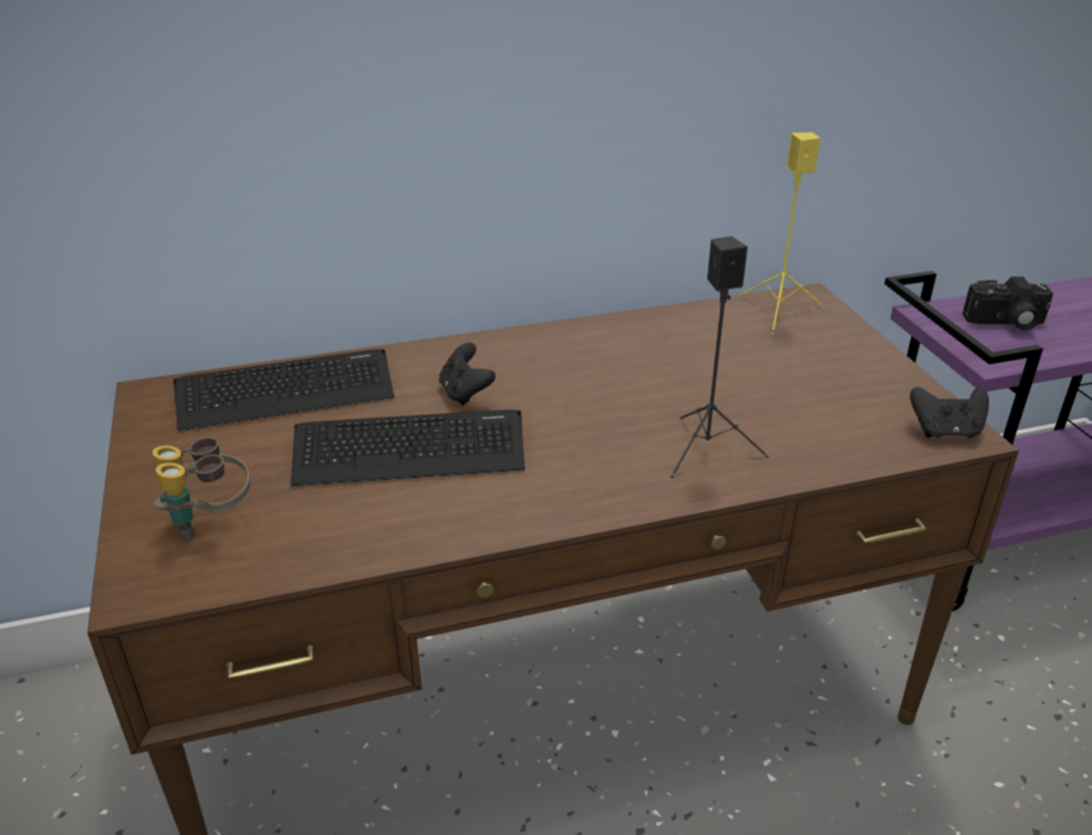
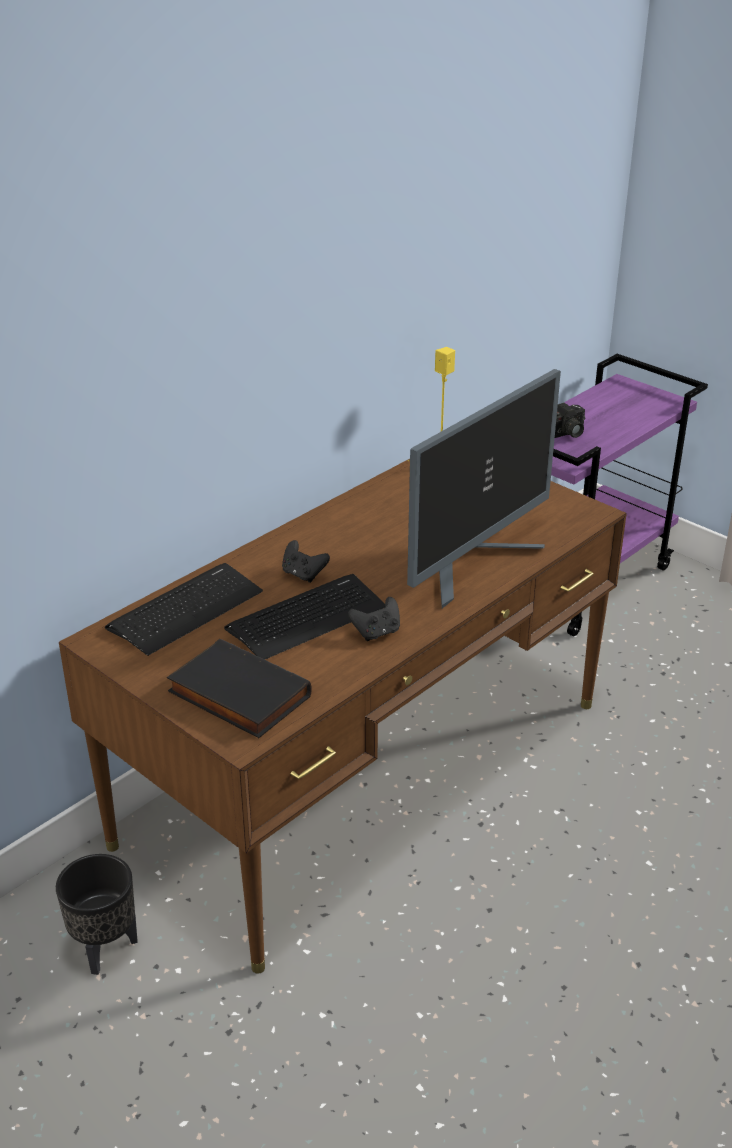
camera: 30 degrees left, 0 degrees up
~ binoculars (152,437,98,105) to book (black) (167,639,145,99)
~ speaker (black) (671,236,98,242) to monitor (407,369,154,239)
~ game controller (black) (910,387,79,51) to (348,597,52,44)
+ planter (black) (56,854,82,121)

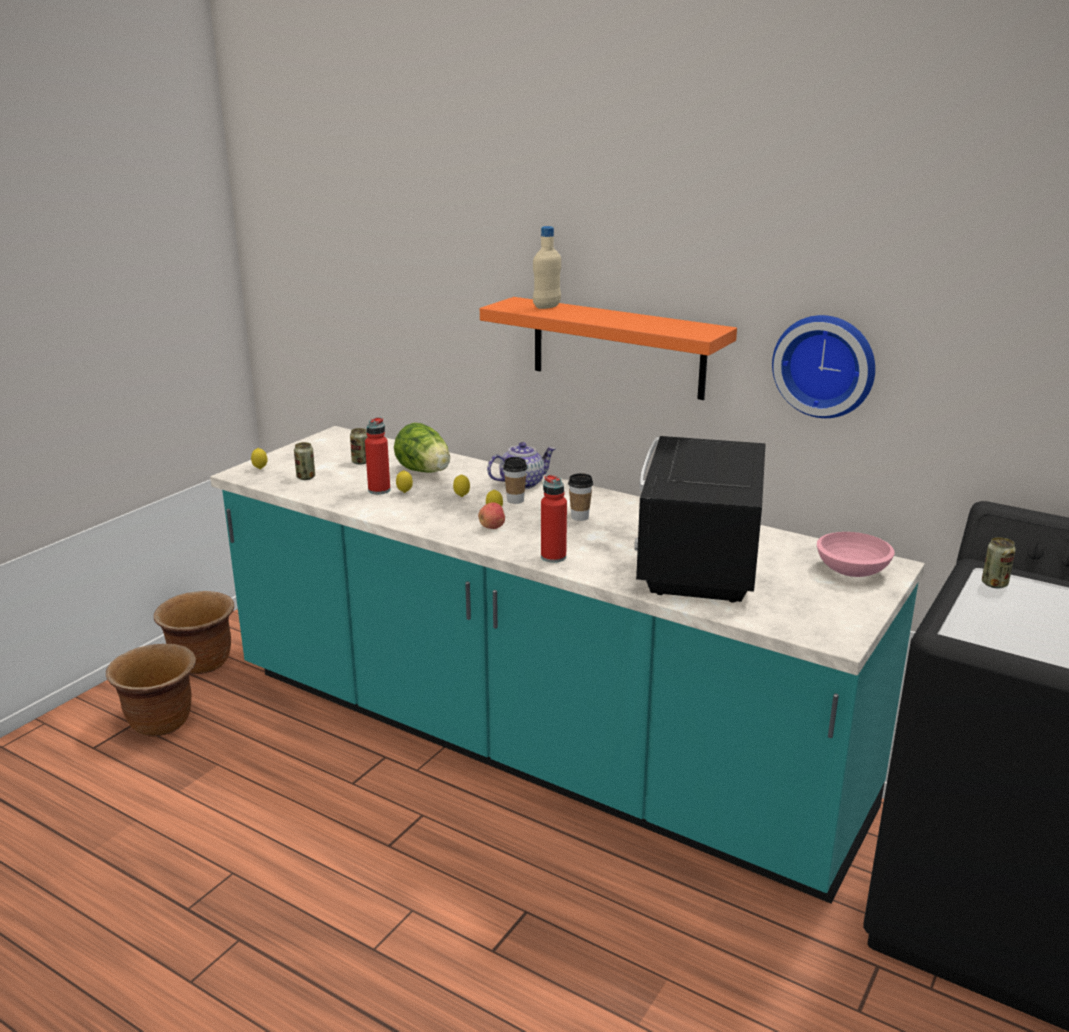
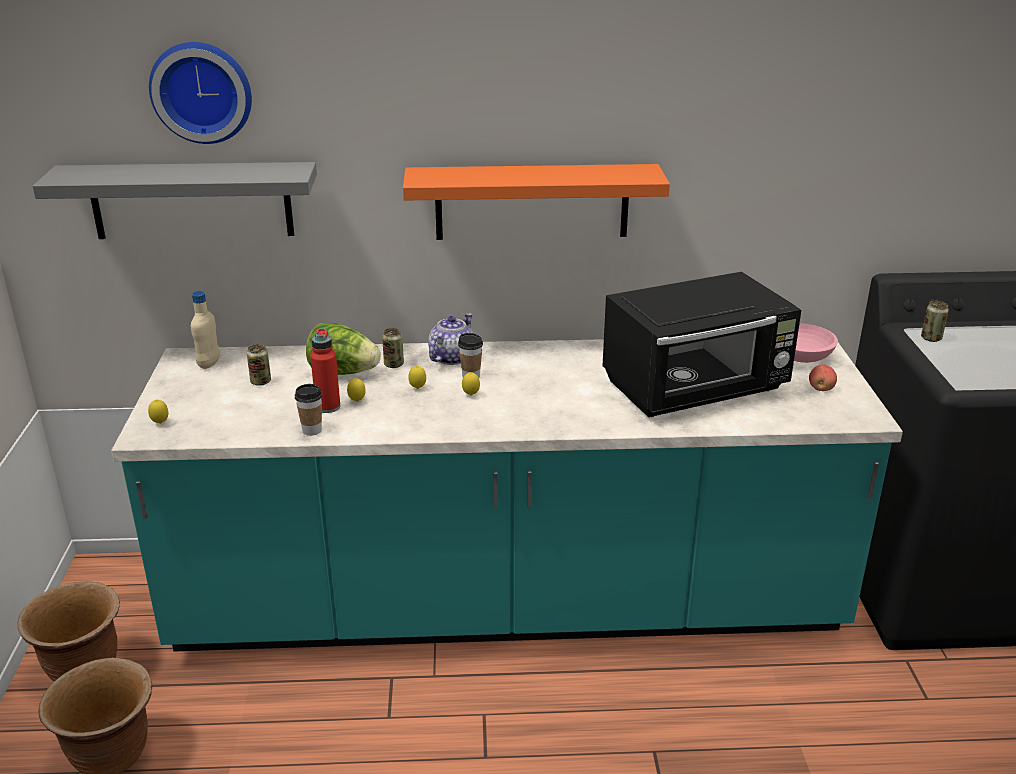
camera: 35 degrees left, 5 degrees up
~ can (294,442,21,38) to (382,328,22,40)
~ apple (478,502,27,27) to (809,365,28,26)
~ bottle (beige) (533,226,28,83) to (191,291,29,78)
- bottle (red) (541,475,26,88)
~ cup (568,473,25,48) to (295,384,27,52)
~ microwave (black) (634,436,132,167) = (603,272,198,145) 90 degrees counterclockwise
~ wall clock (772,315,103,103) to (149,42,103,102)
+ shelf (grey) (33,162,284,77)

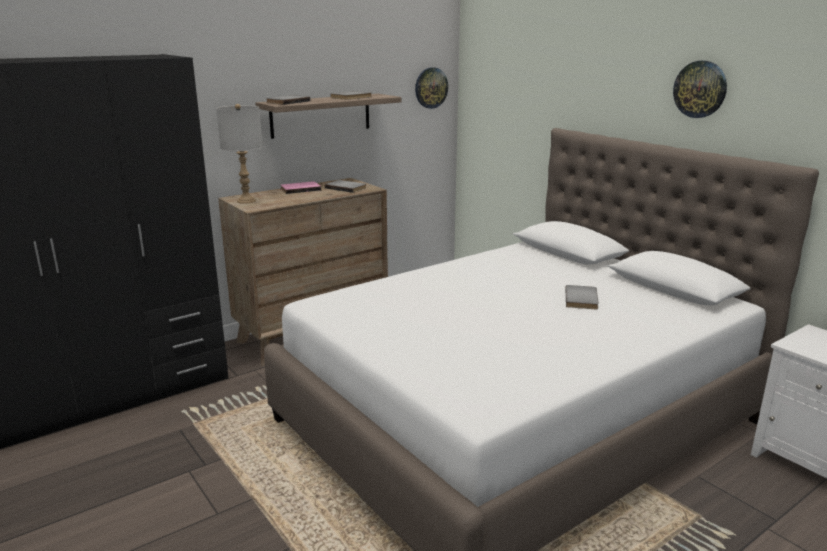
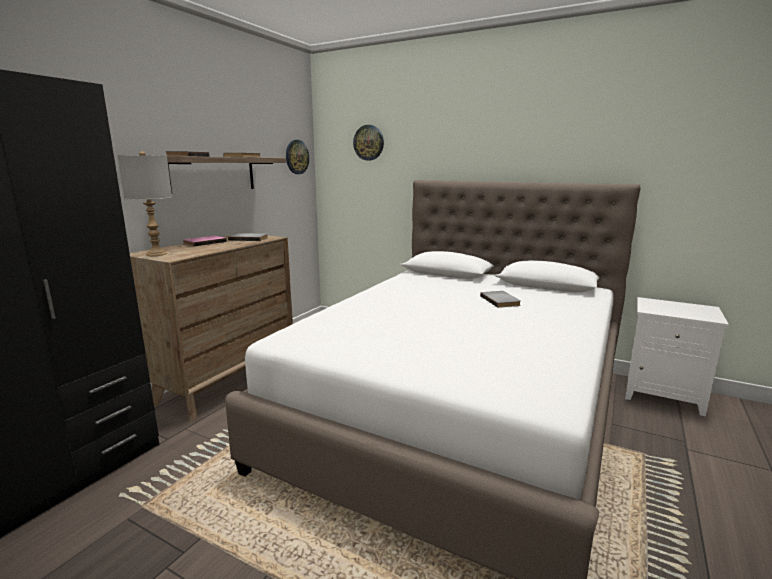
camera: 25 degrees left, 5 degrees down
~ wall clock (673,61,54,57) to (353,125,31,35)

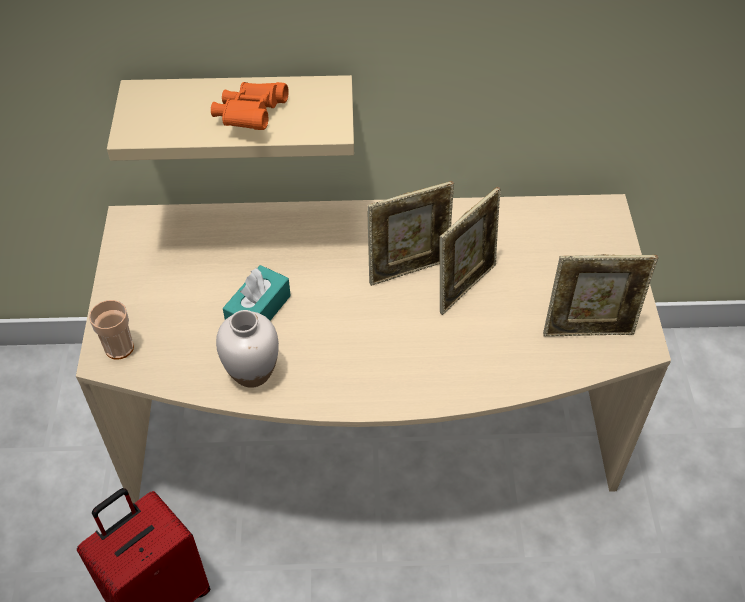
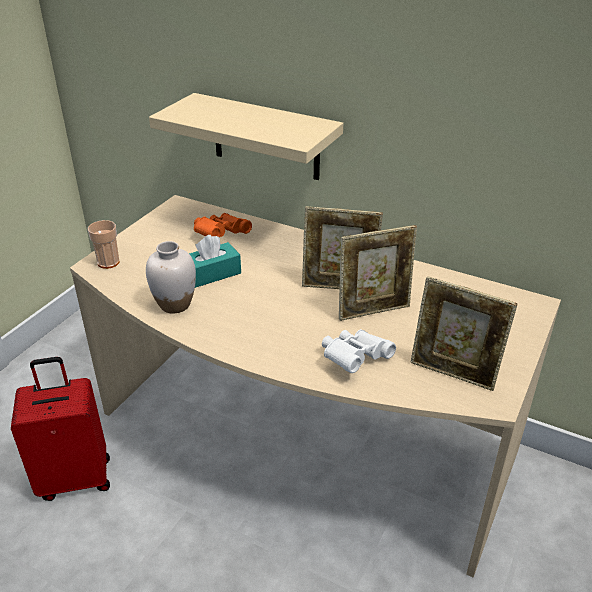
camera: 30 degrees right, 15 degrees down
~ binoculars (orange) (211,82,78,48) to (194,213,58,24)
+ binoculars (white) (322,329,74,44)

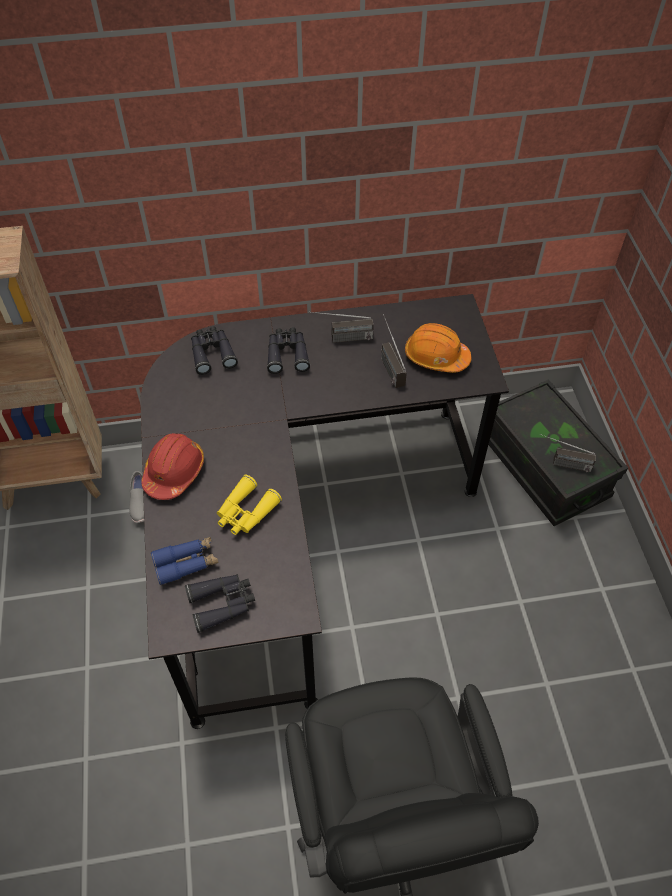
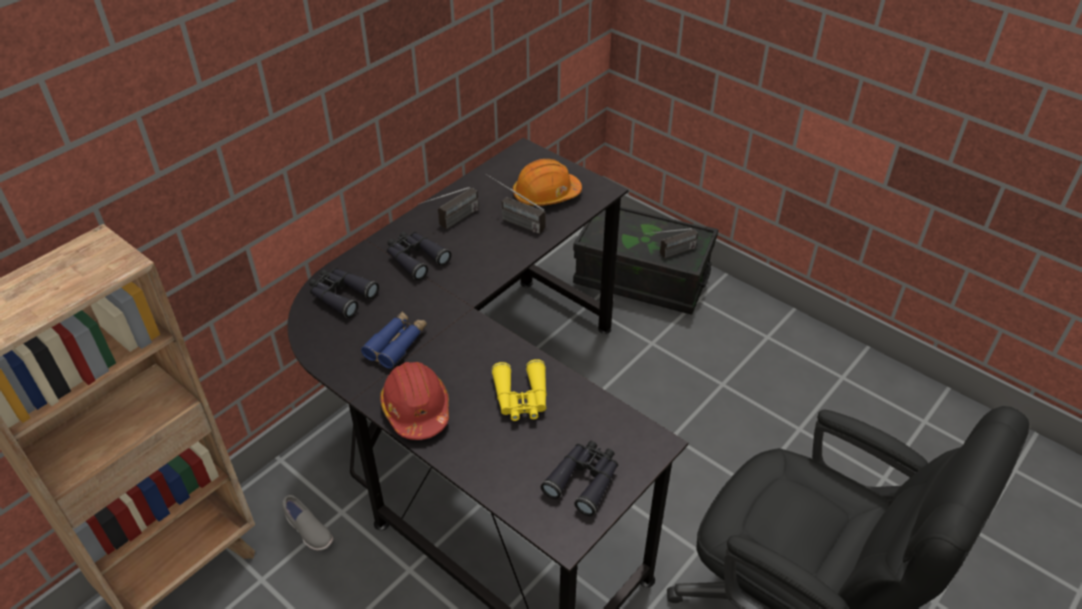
camera: 40 degrees left, 10 degrees down
~ binoculars (blue) (151,537,68,48) to (361,311,66,58)

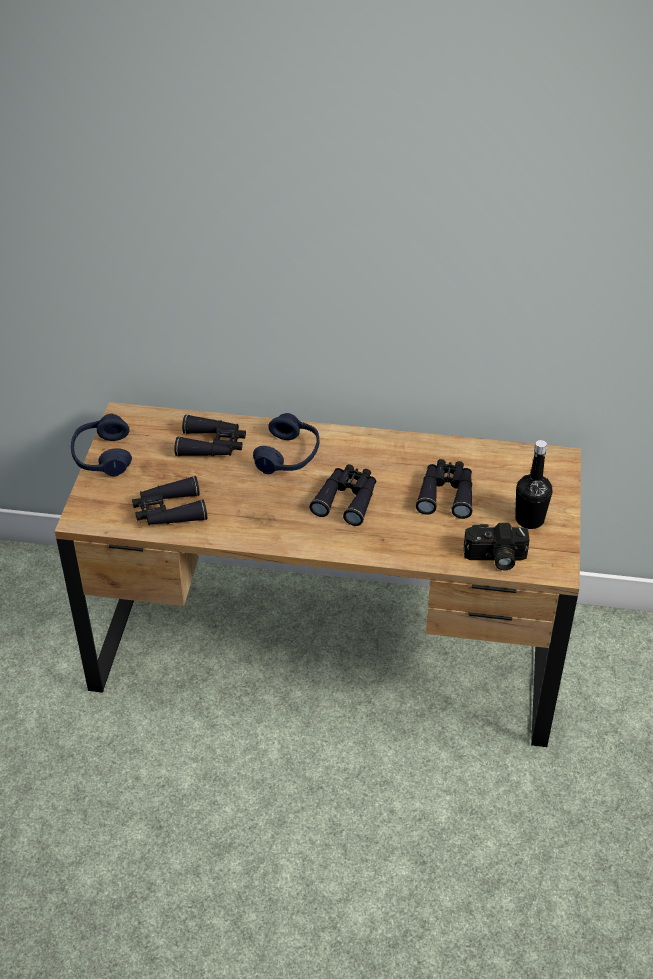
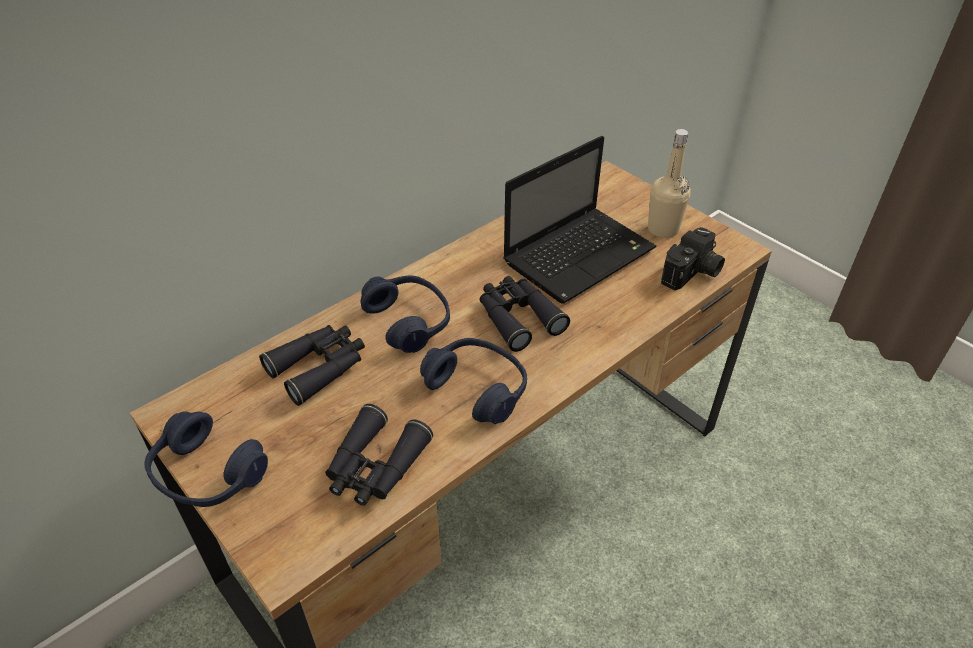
camera: 50 degrees left, 0 degrees up
~ binoculars (black) (416,459,57,60) to laptop (503,136,154,167)
~ bottle (black) (515,440,37,89) to bottle (beige) (648,129,43,109)
+ headphones (blue) (420,338,107,86)

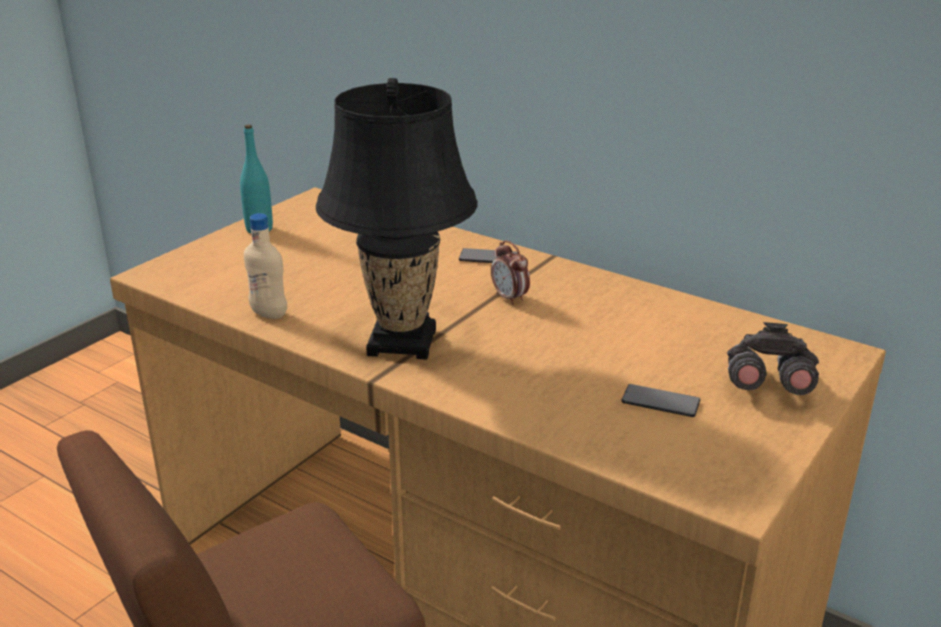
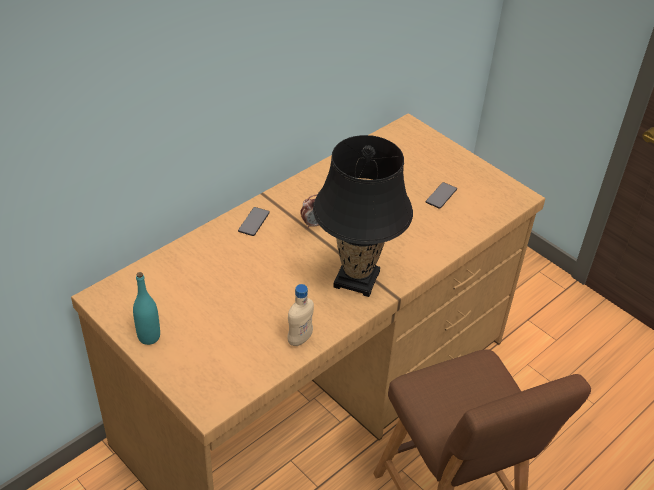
camera: 80 degrees left, 15 degrees up
- binoculars (grey) (727,322,92,73)

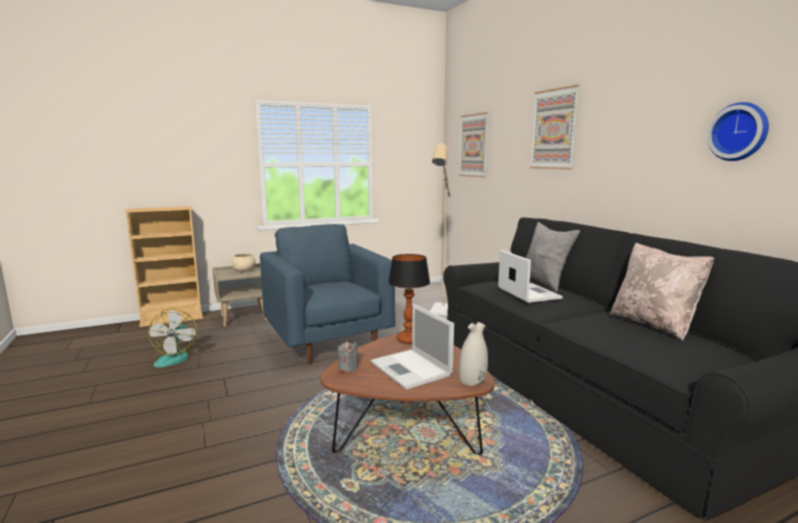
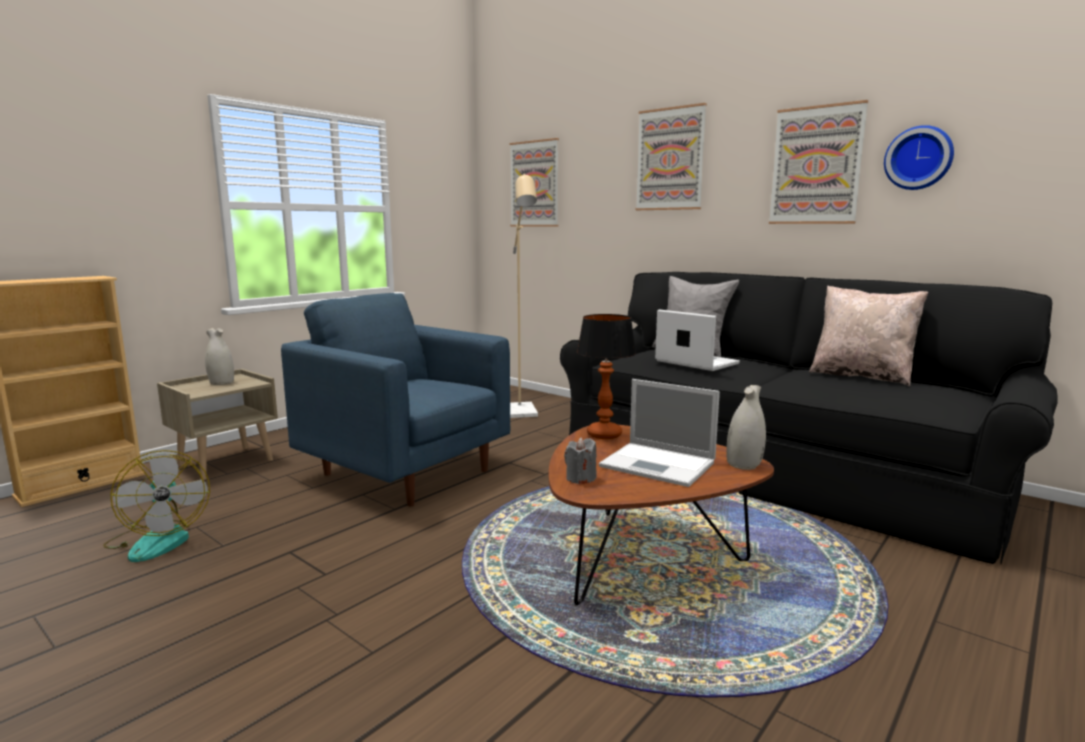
camera: 25 degrees left, 0 degrees up
~ bowl (beige) (232,254,24,18) to vase (white) (205,328,29,57)
+ picture (769,100,99,124)

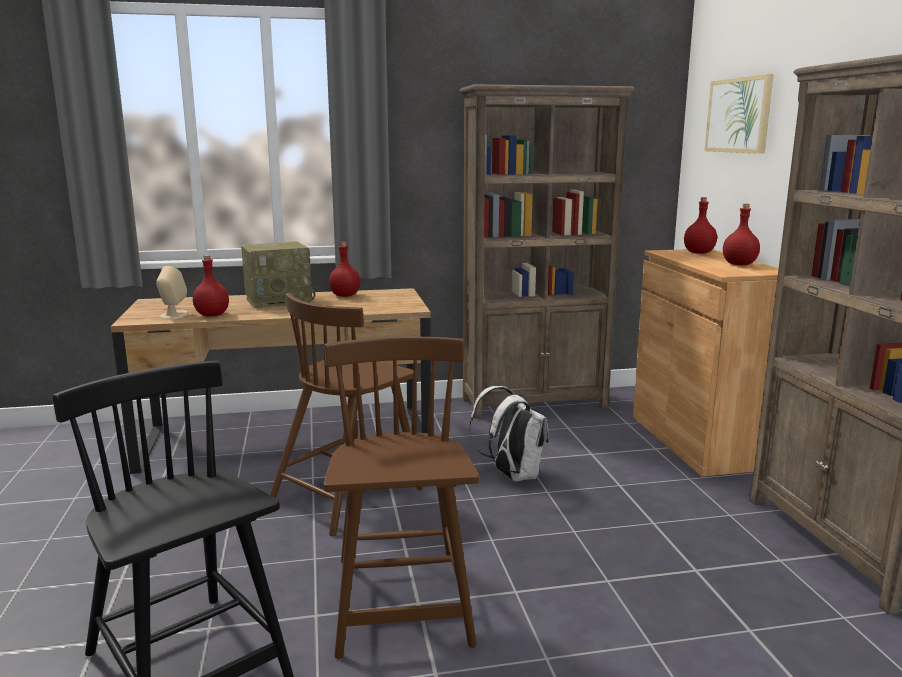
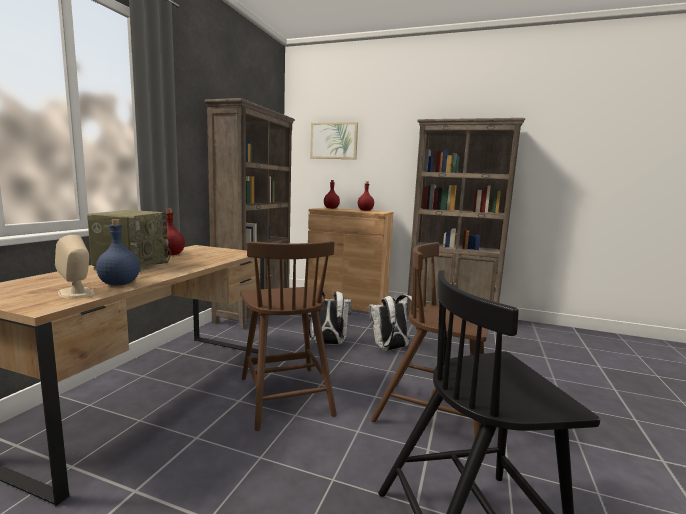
camera: 60 degrees left, 5 degrees down
~ bottle (red) (193,255,36,62) to bottle (blue) (96,219,44,67)
+ backpack (white) (369,295,43,56)

